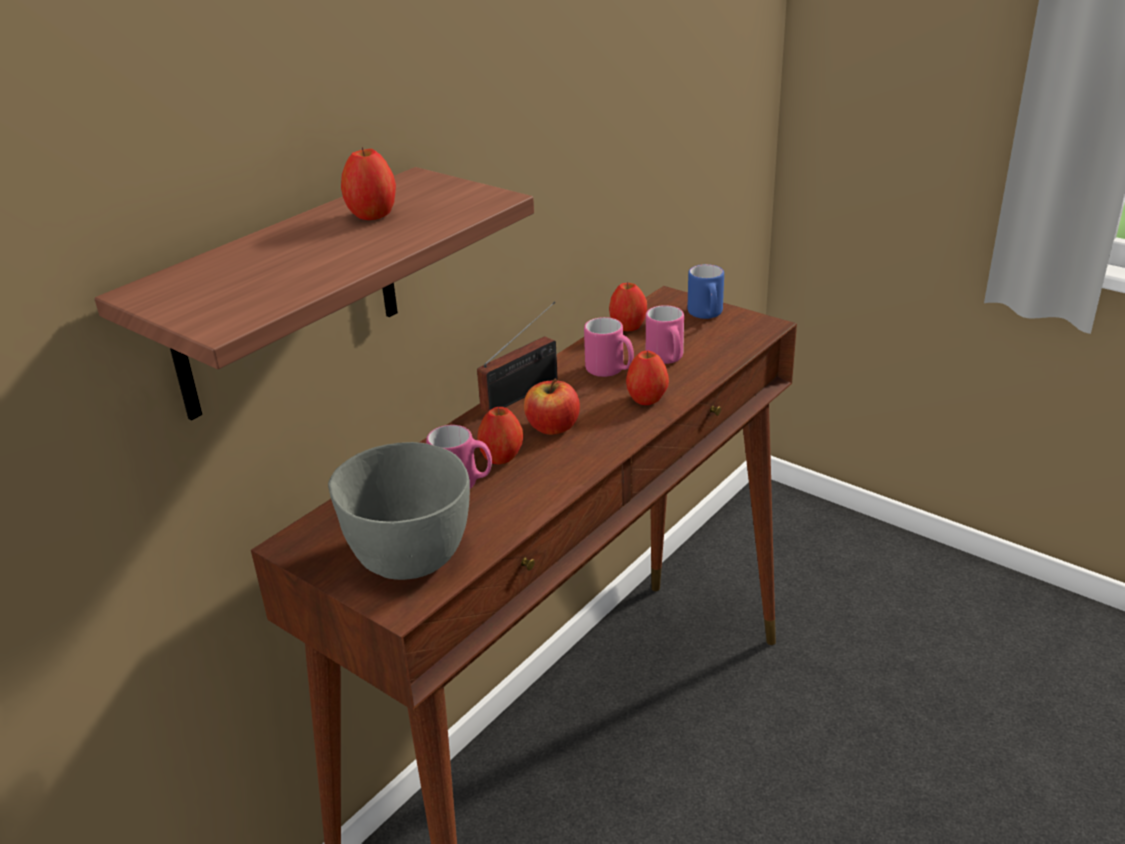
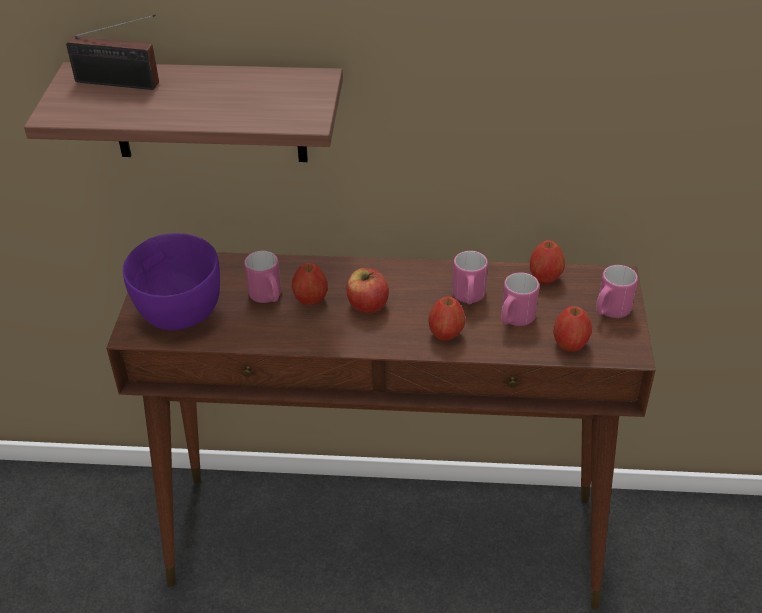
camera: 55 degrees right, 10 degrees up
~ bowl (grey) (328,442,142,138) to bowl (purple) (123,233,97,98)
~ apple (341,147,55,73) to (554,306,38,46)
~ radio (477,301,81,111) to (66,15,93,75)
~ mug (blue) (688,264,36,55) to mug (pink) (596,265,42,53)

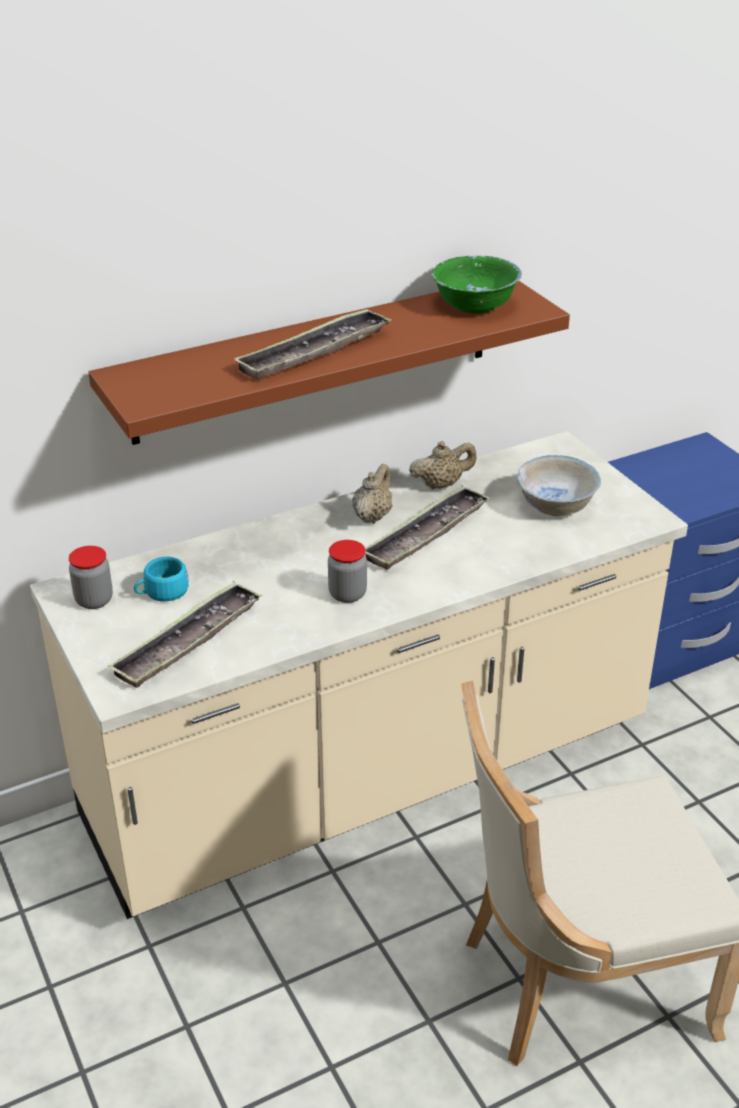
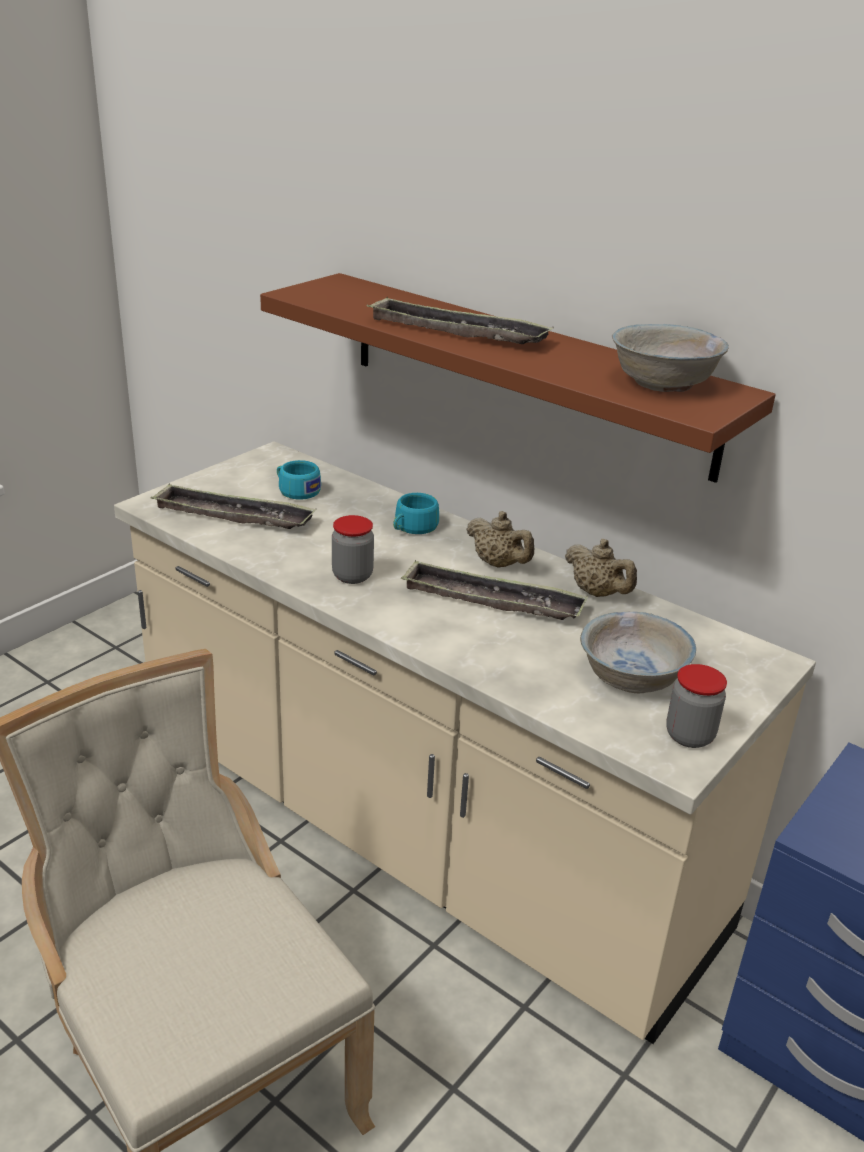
camera: 65 degrees right, 5 degrees down
~ jar (69,546,44,63) to (666,664,61,84)
~ teapot (beige) (352,464,41,60) = (466,511,68,57) 45 degrees clockwise
~ bowl (green) (432,256,90,58) to bowl (white) (612,324,117,68)
+ cup (turquoise) (393,493,46,41)

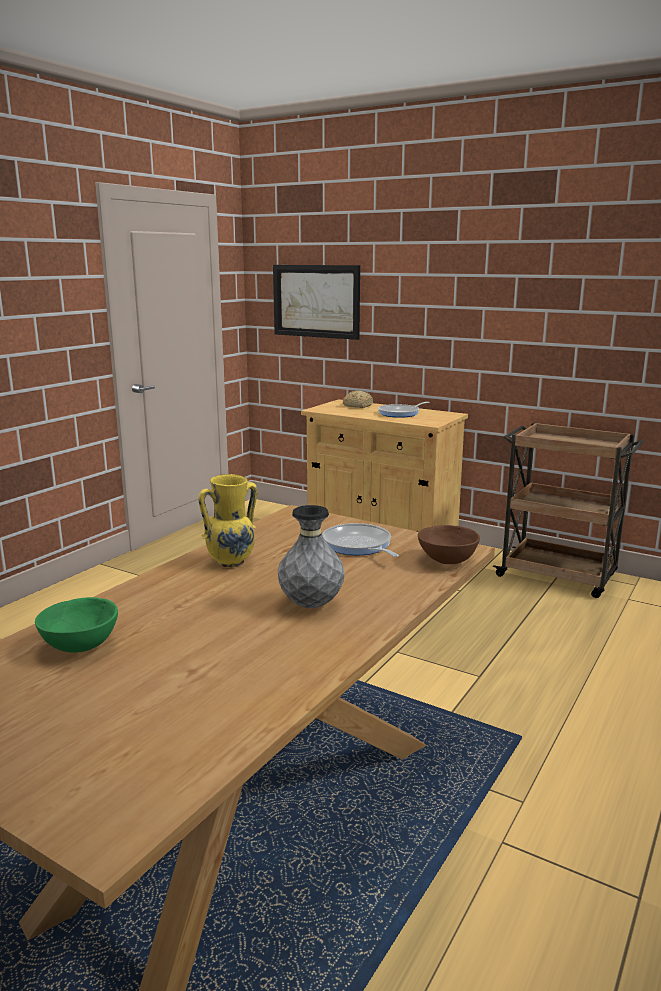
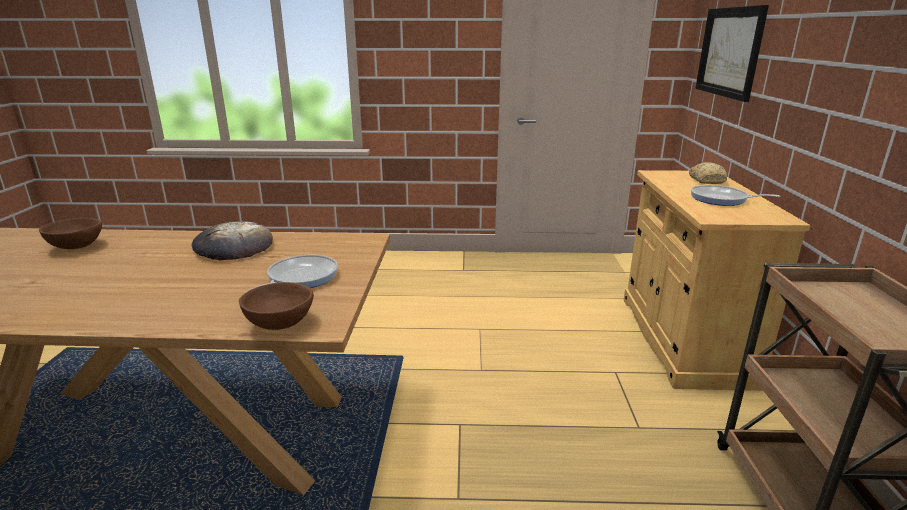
camera: 60 degrees right, 5 degrees up
~ bowl (green) (35,597,83,56) to bowl (brown) (39,218,63,31)
~ vase (yellow) (199,474,58,93) to bread (192,221,81,39)
- vase (grey) (278,505,67,103)

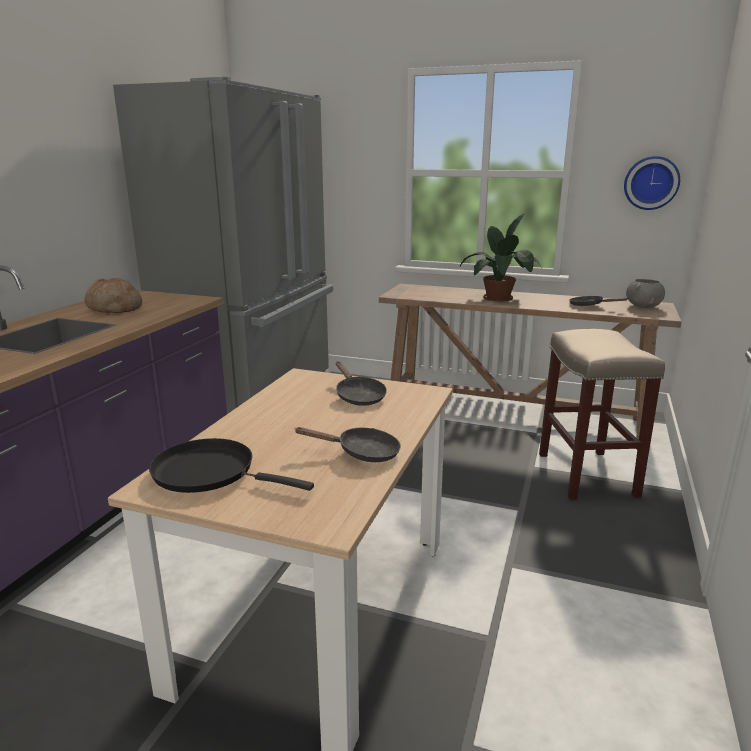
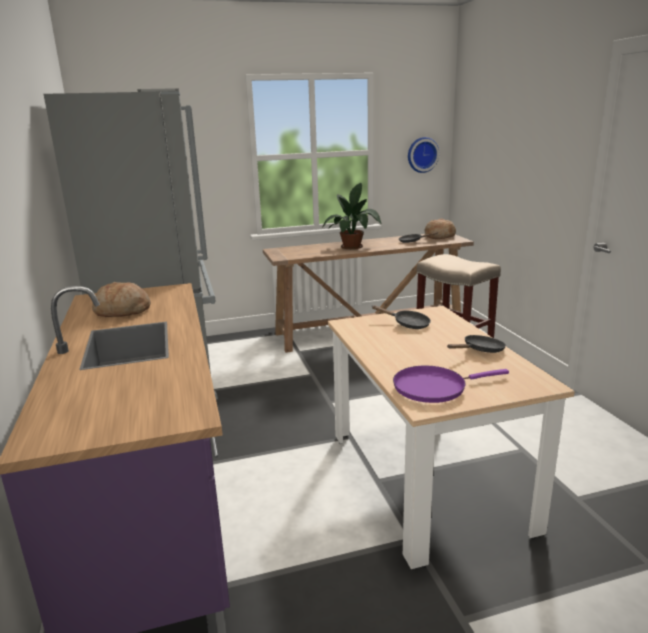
camera: 35 degrees left, 0 degrees up
~ frying pan (black) (149,438,165,55) to frying pan (purple) (393,366,116,37)
~ bowl (grey) (626,279,39,29) to bread (425,219,31,20)

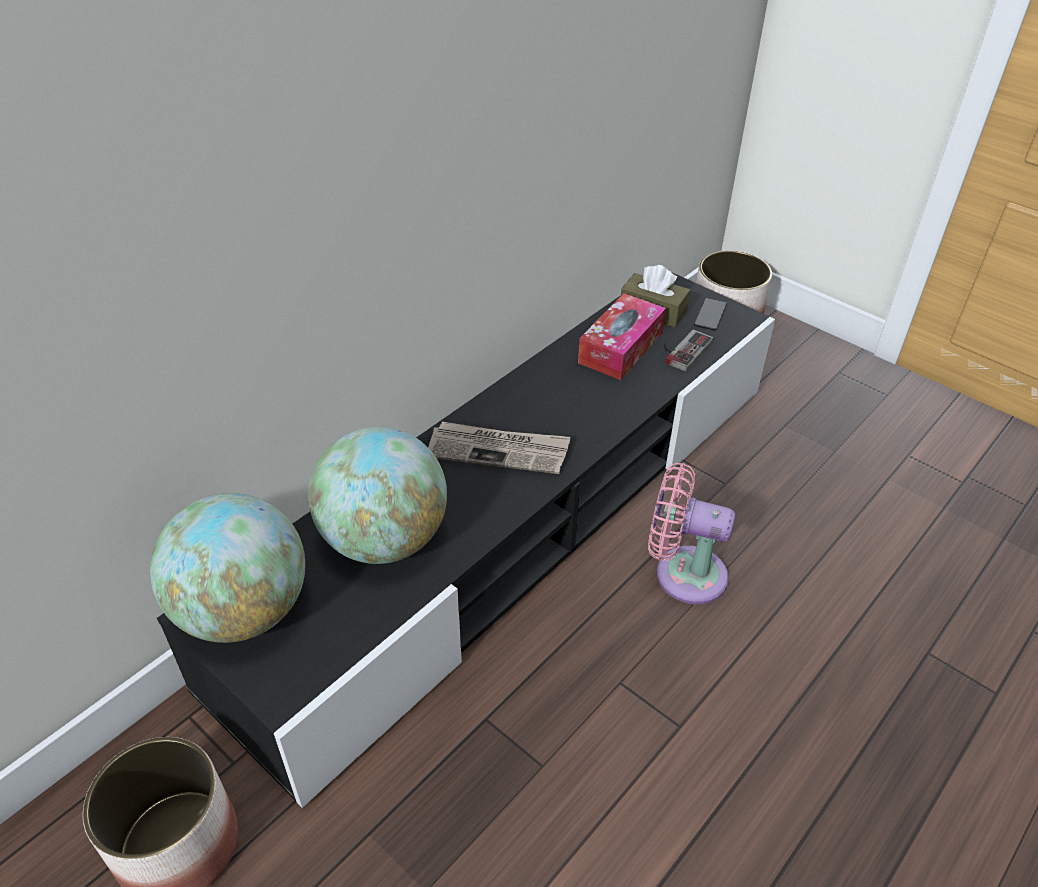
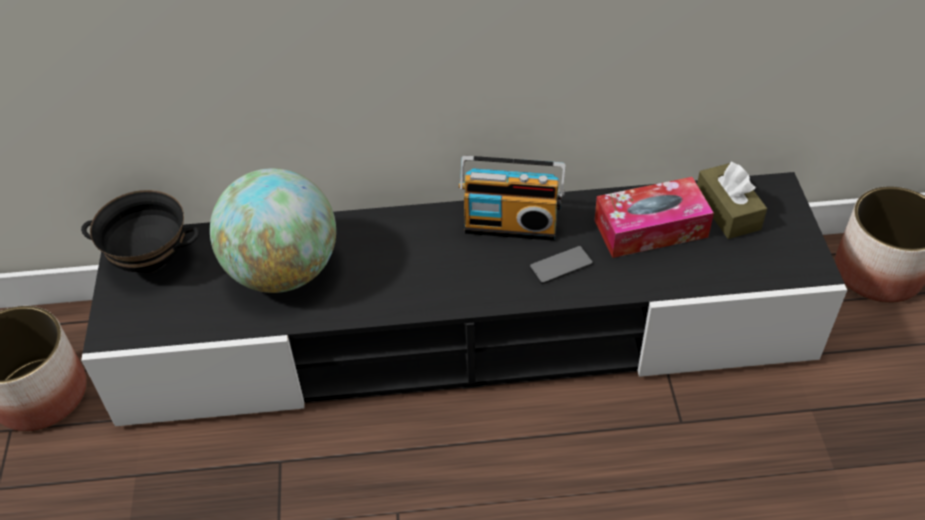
camera: 45 degrees right, 5 degrees up
~ globe (150,493,155,150) to bowl (black) (81,190,119,83)
- newspaper (428,422,143,52)
- fan (pink) (648,462,88,142)
- game controller (664,330,50,42)
~ phone (694,298,33,33) to (529,246,64,38)
+ radio (459,156,107,85)

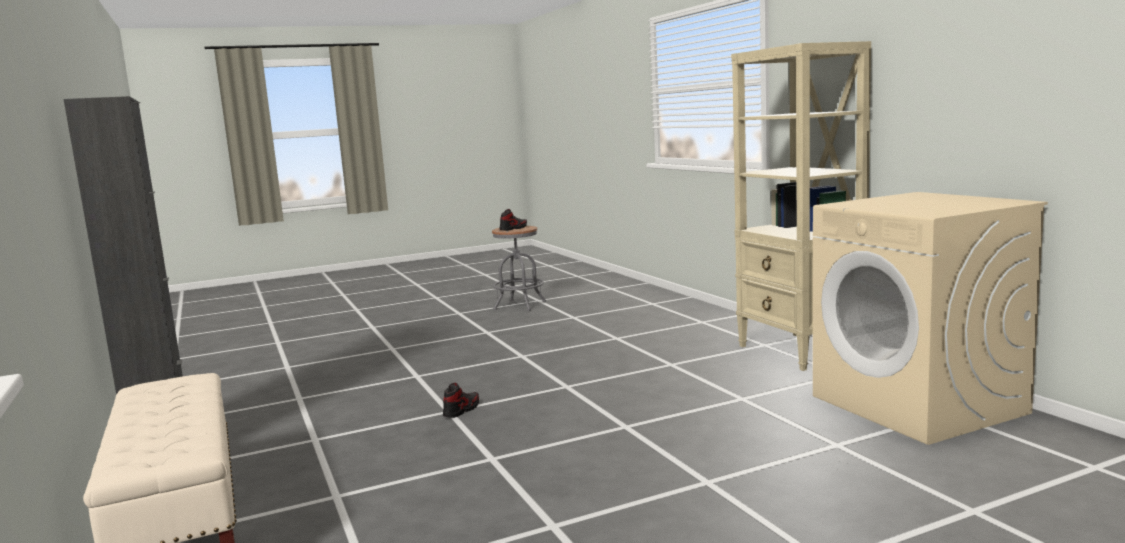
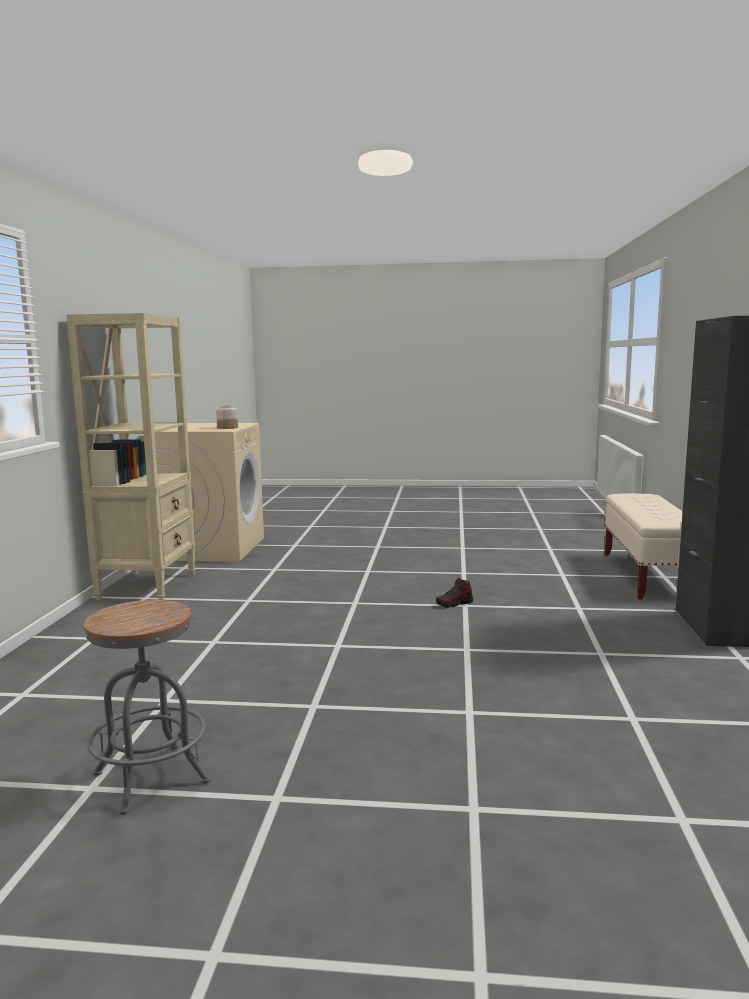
camera: 150 degrees left, 0 degrees up
- shoe (499,209,28,22)
+ jar (216,405,22,24)

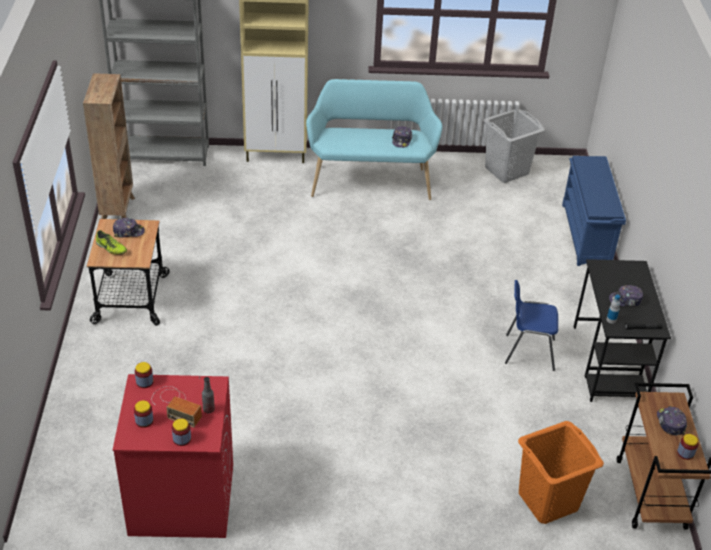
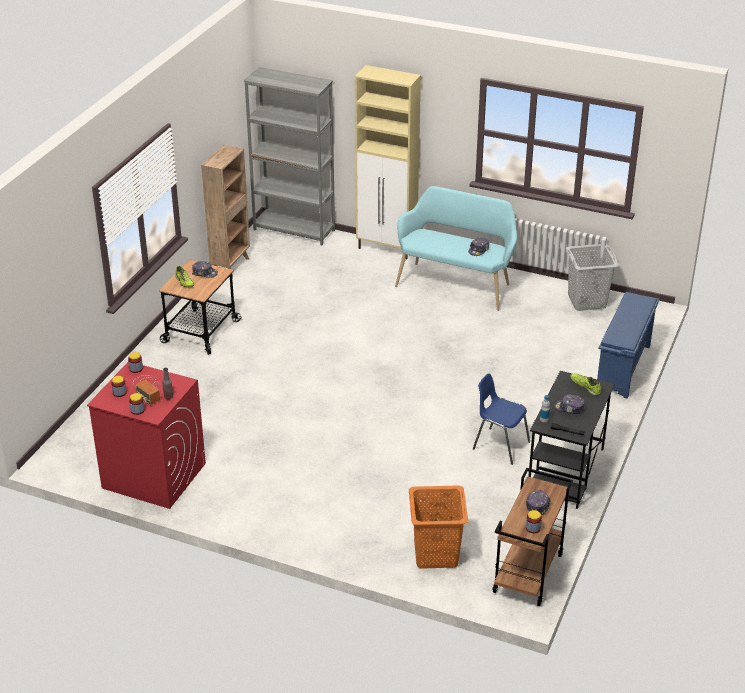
camera: 25 degrees right, 5 degrees down
+ shoe (570,374,31,21)

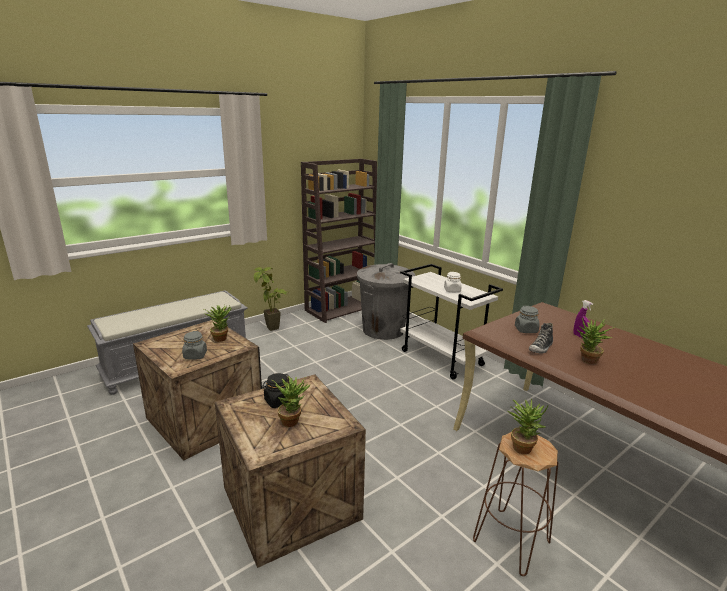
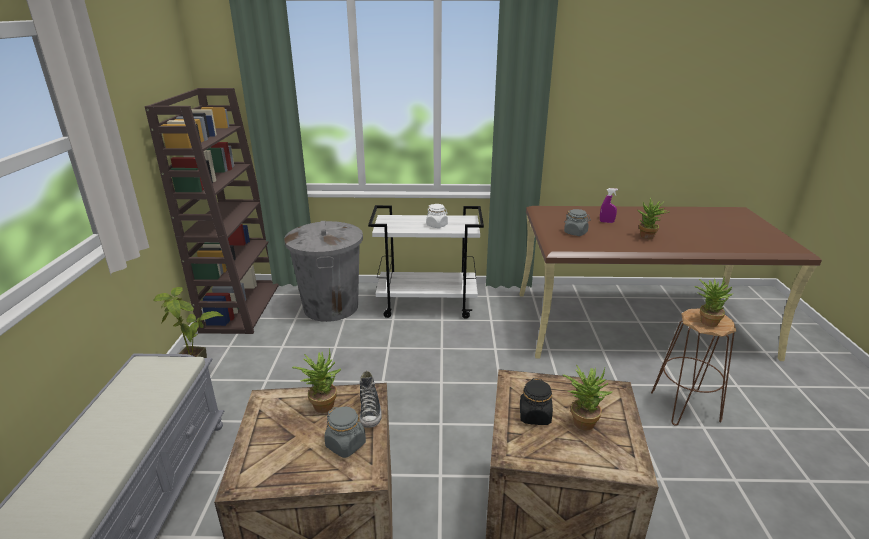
camera: 50 degrees left, 5 degrees up
~ shoe (529,323,24,30) to (360,371,22,57)

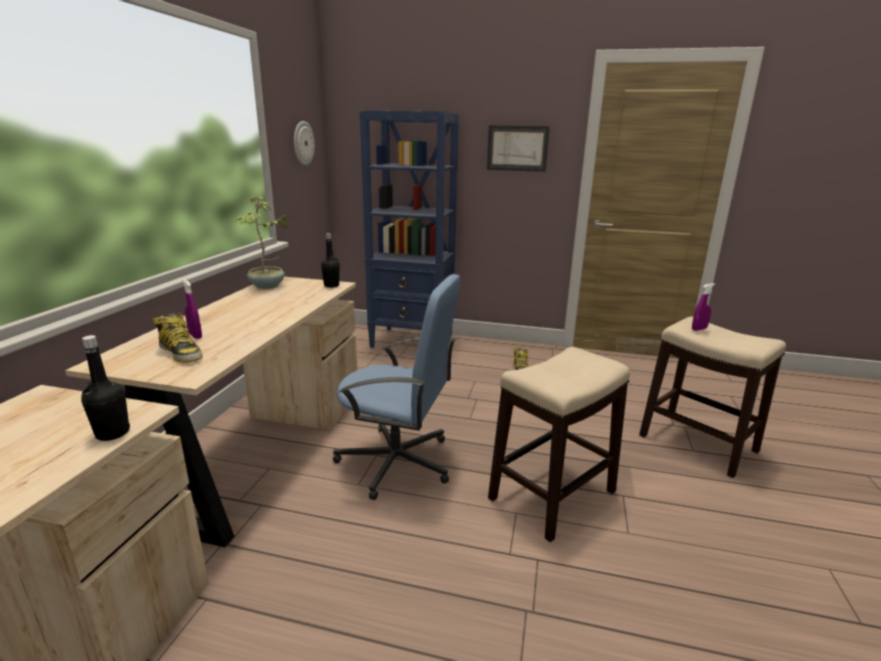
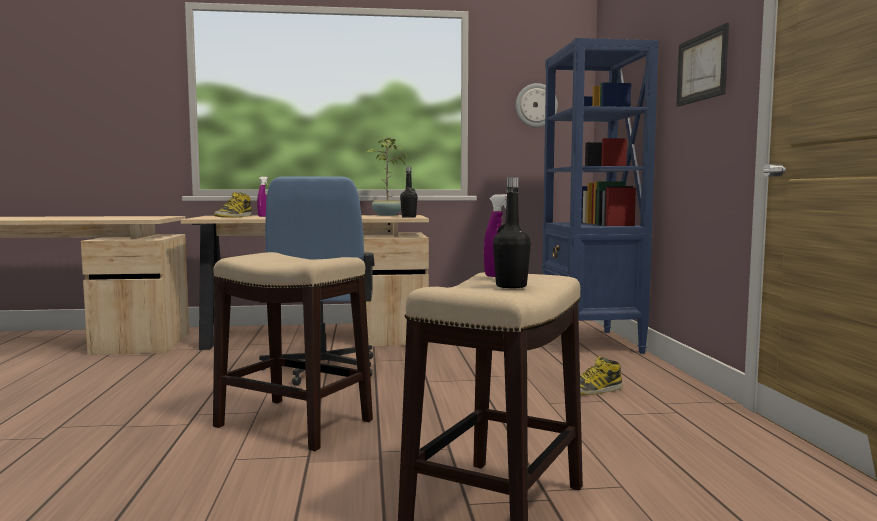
camera: 70 degrees right, 15 degrees down
~ bottle (black) (81,335,49,106) to (493,177,38,111)

